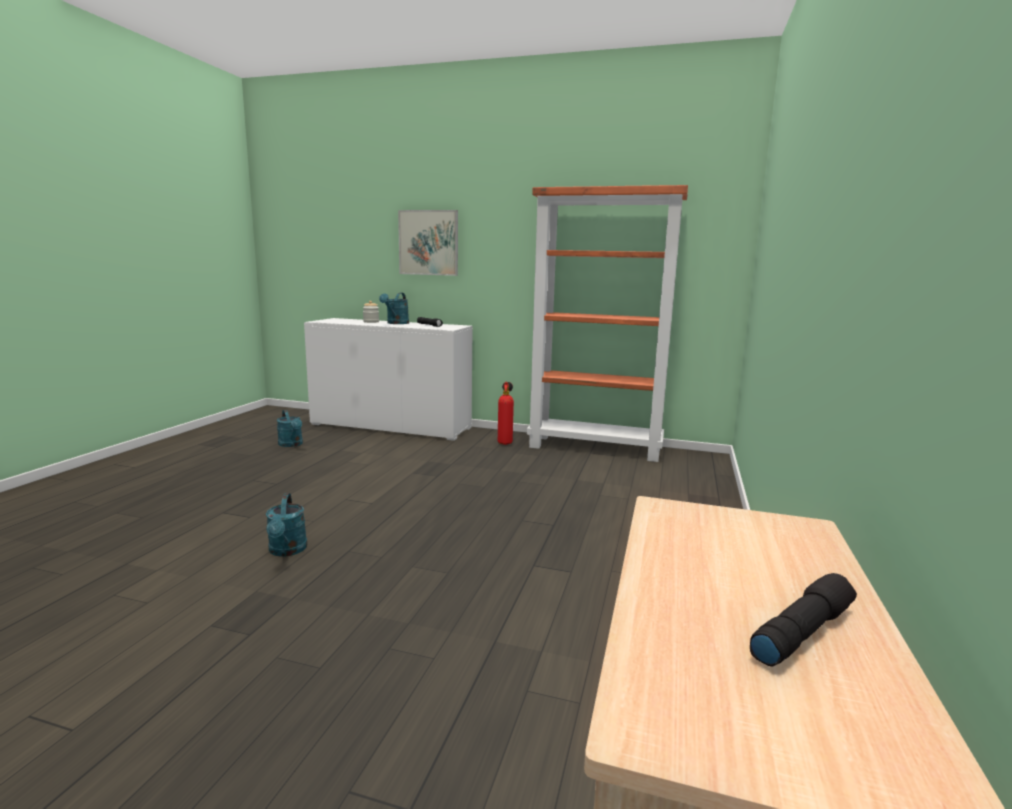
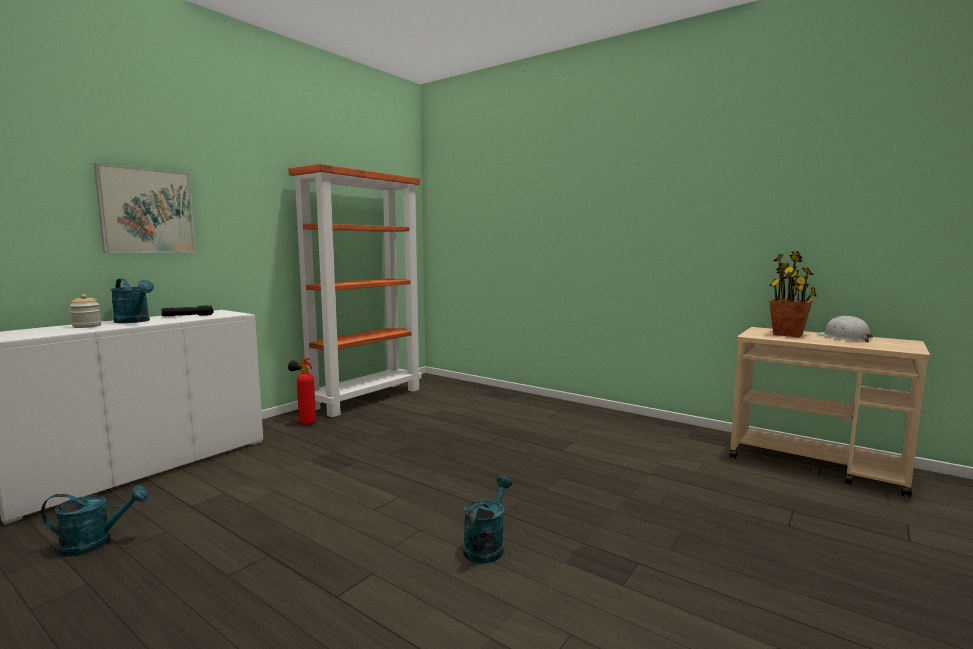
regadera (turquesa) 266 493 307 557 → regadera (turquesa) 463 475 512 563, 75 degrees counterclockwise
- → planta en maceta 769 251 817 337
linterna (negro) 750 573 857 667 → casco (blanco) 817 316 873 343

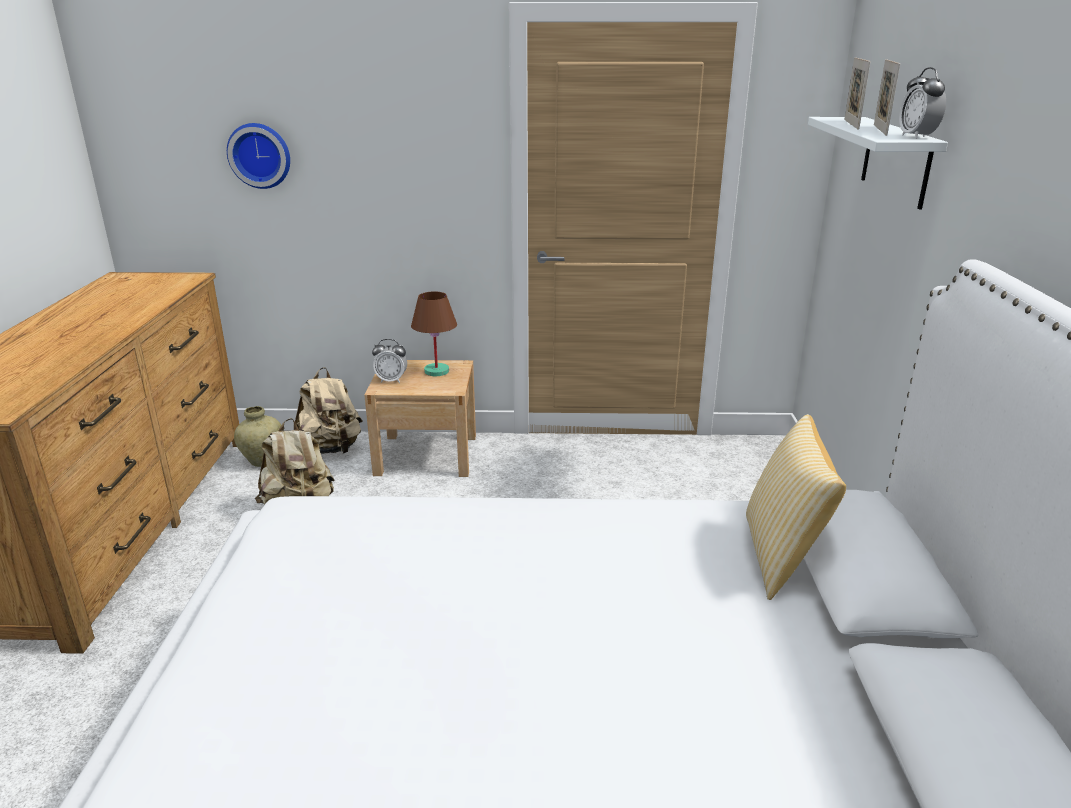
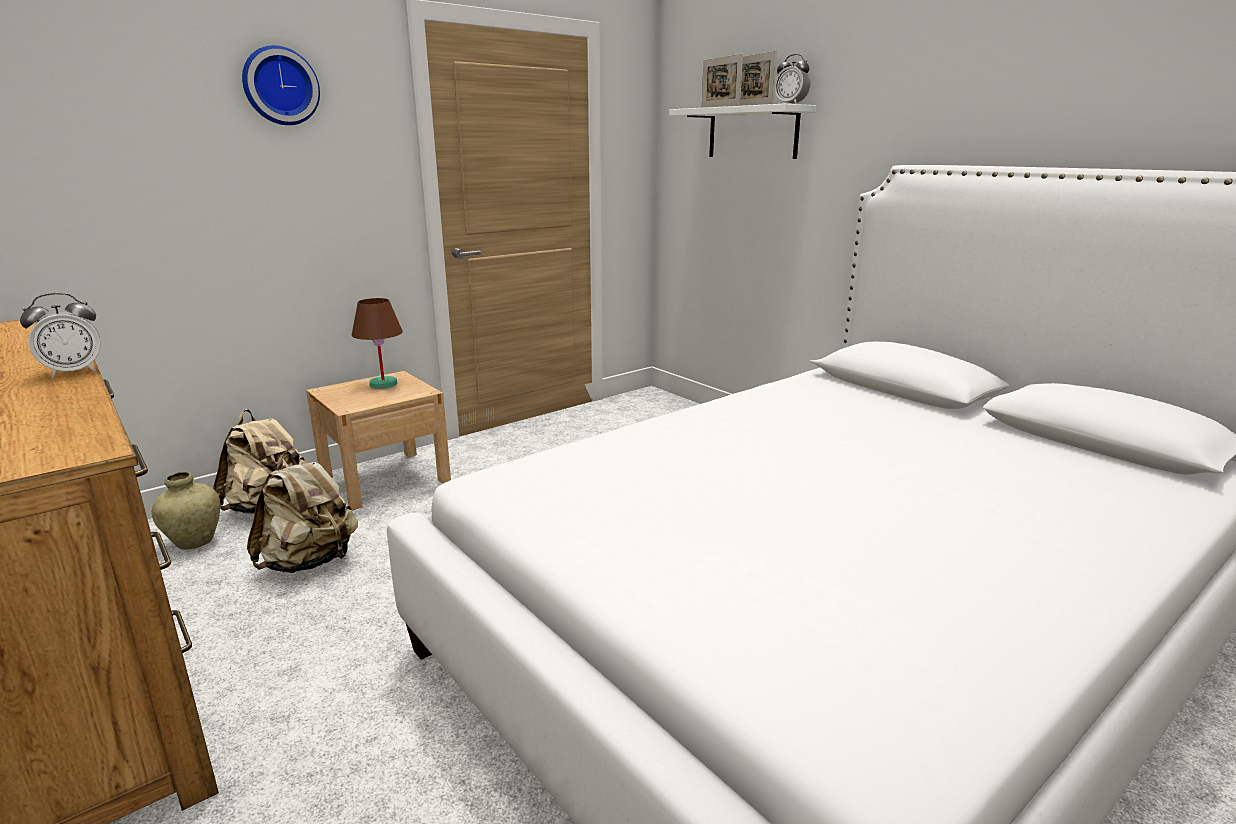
despertador 372 339 407 383 → despertador 20 293 101 377, moved
reloj de pared 227 123 290 189 → reloj de pared 242 45 320 125, moved
cojín 746 414 846 600 → -

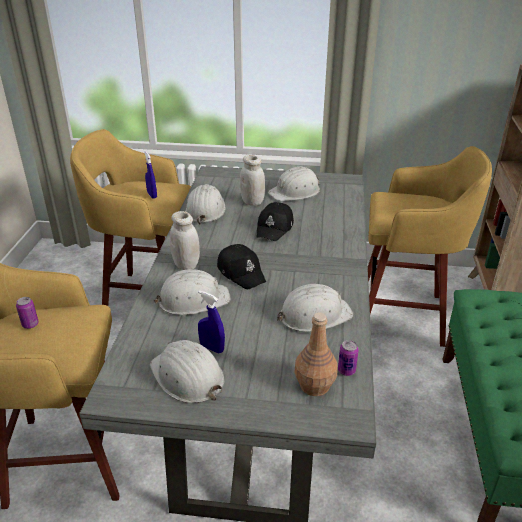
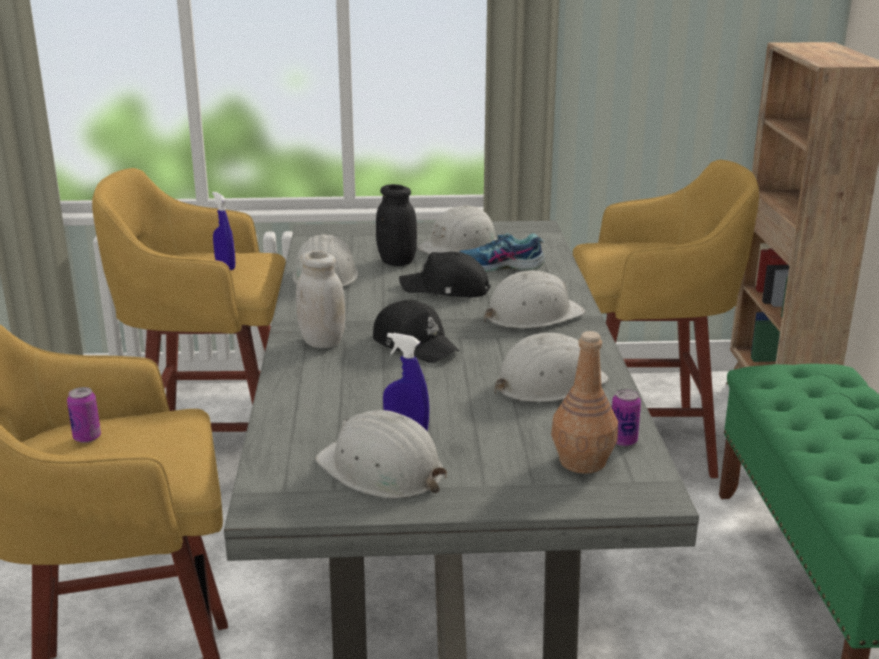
tarro (blanco) 240 155 265 206 → tarro (negro) 376 184 417 266
gorra (negro) 257 202 294 241 → gorra (negro) 399 251 490 297, 90 degrees clockwise
- → zapato 459 233 545 272
casco (blanco) 154 269 231 315 → casco (blanco) 484 271 586 329, moved

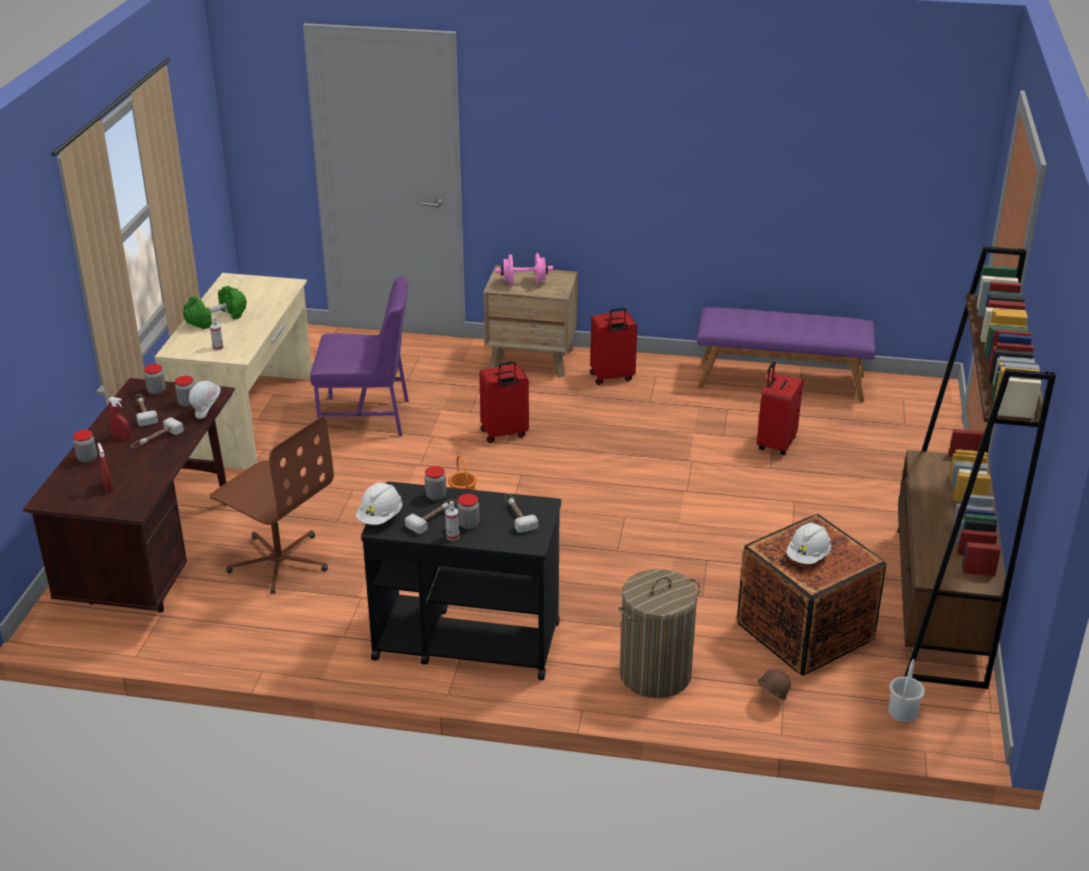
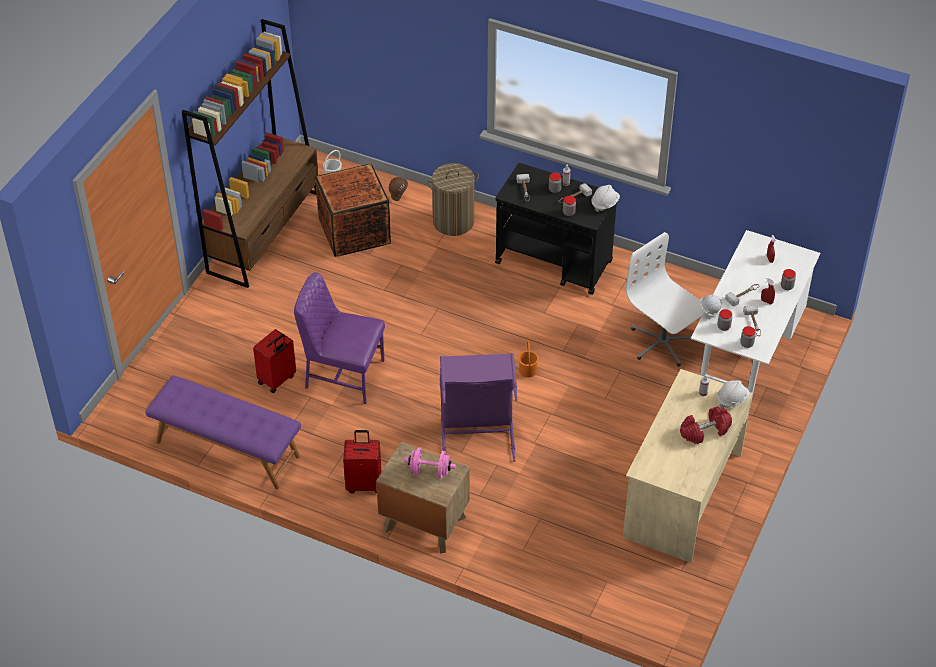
silla (morado) 310 276 409 436 → silla (morado) 294 272 385 404, moved
maleta (rojo) 479 361 529 443 → cesto de la ropa (morado) 440 353 518 462
silla de oficina (marrón) 210 416 334 594 → silla de oficina (blanco) 626 232 704 367
mancuerna (verde) 183 286 247 329 → mancuerna (rojo) 680 407 732 444
escritorio (marrón) 23 378 235 613 → escritorio (blanco) 691 230 820 401
casco (blanco) 786 522 831 564 → casco (blanco) 717 380 750 408, moved

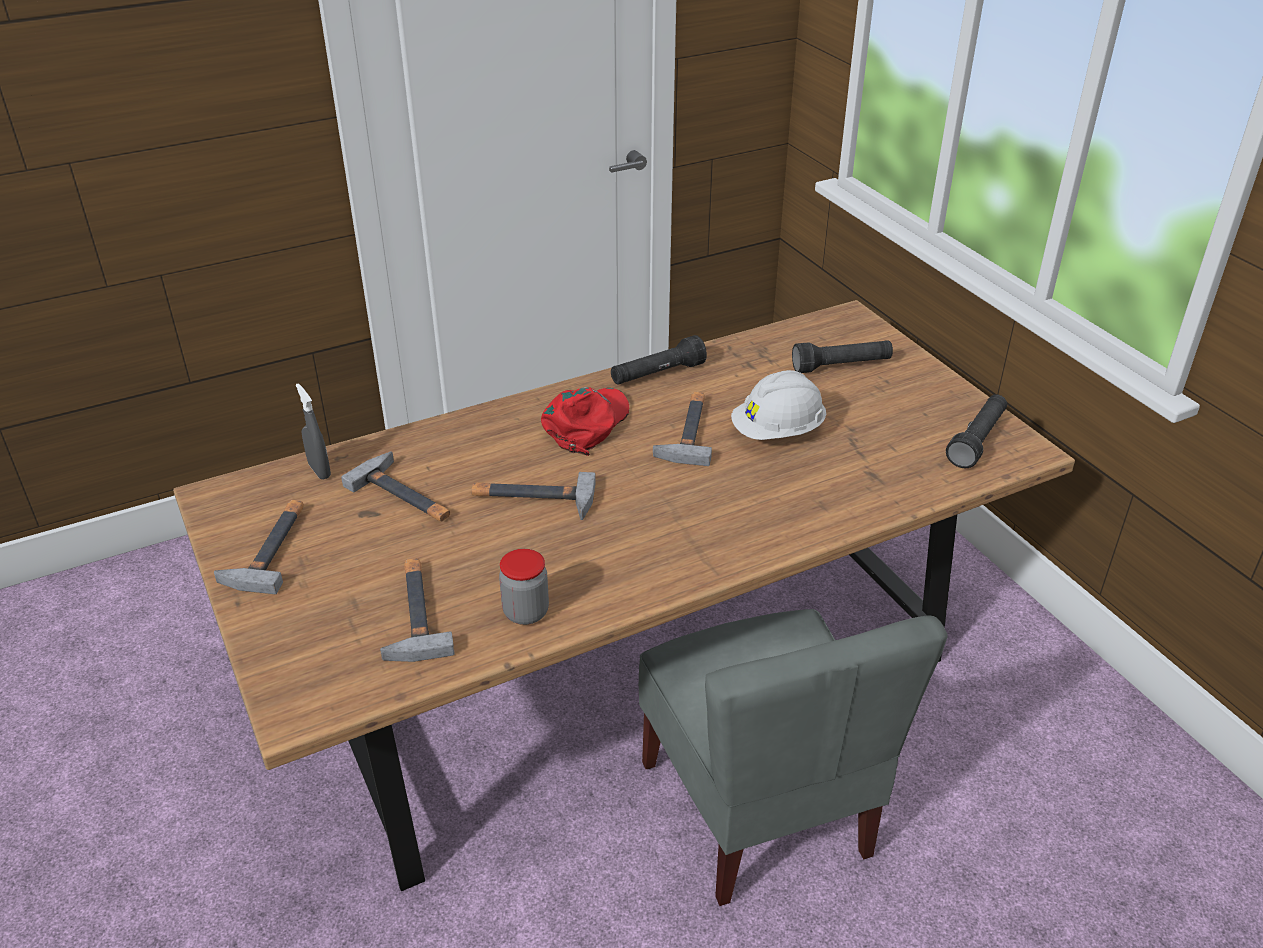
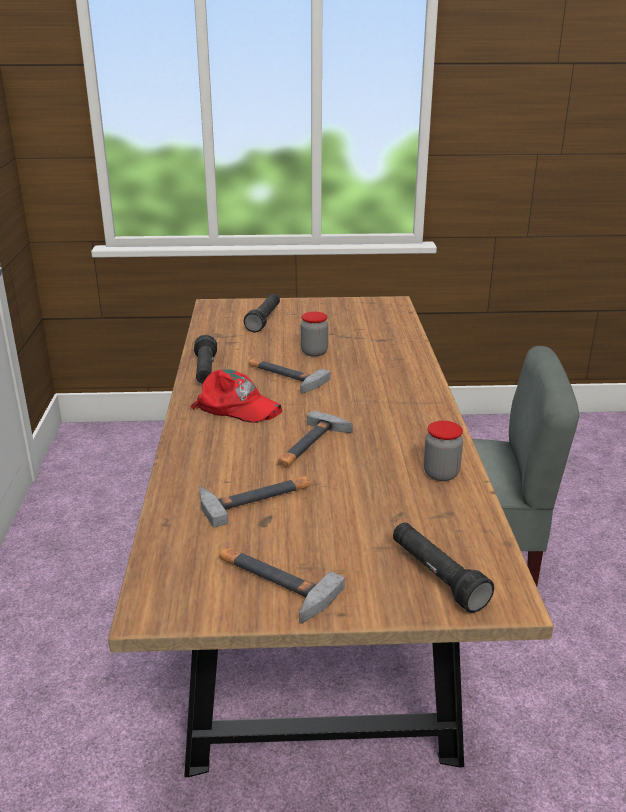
gorra (rojo) 541 387 629 456 → gorra (rojo) 191 369 282 423, 150 degrees clockwise
casco (blanco) 731 370 827 440 → tarro 301 312 328 357
linterna (negro) 946 394 1007 468 → linterna (negro) 393 523 494 613, moved
pulverizador (gris) 296 384 331 480 → -
martillo 380 558 455 662 → -

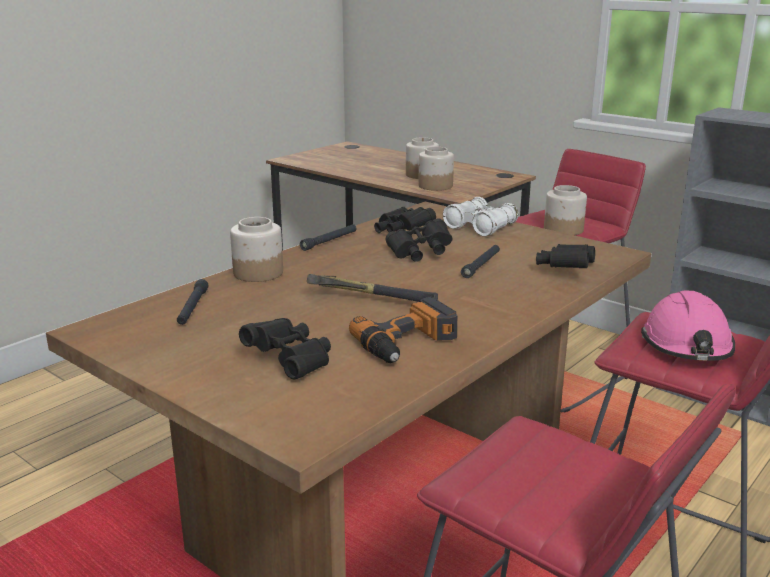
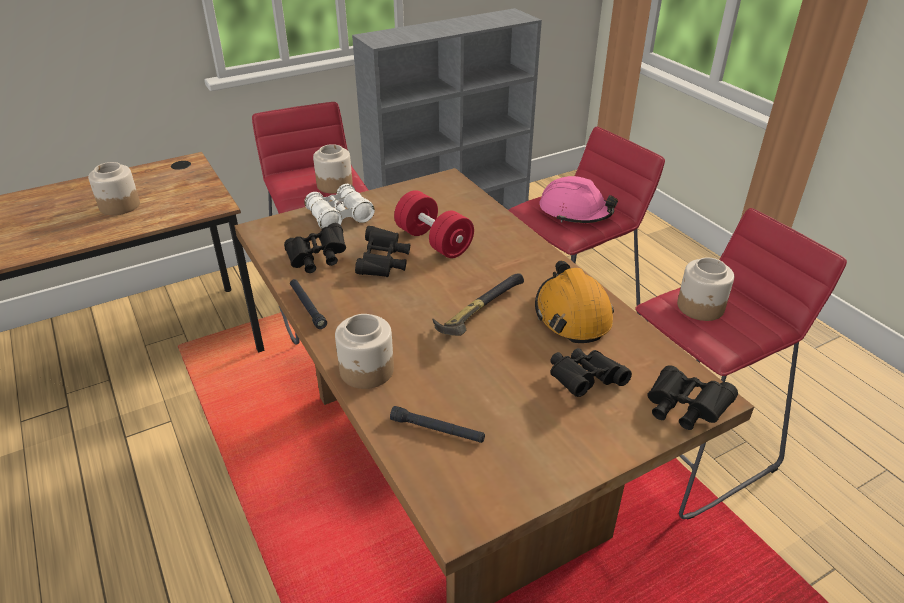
linterna (negro) 461 245 500 278 → mancuerna (rojo) 394 190 474 258
taladro 349 297 457 363 → casco (naranja) 535 260 614 343
prismáticos (negro) 536 244 595 268 → prismáticos (negro) 647 365 738 430, moved
tarro 418 147 454 191 → tarro 677 258 734 321, moved

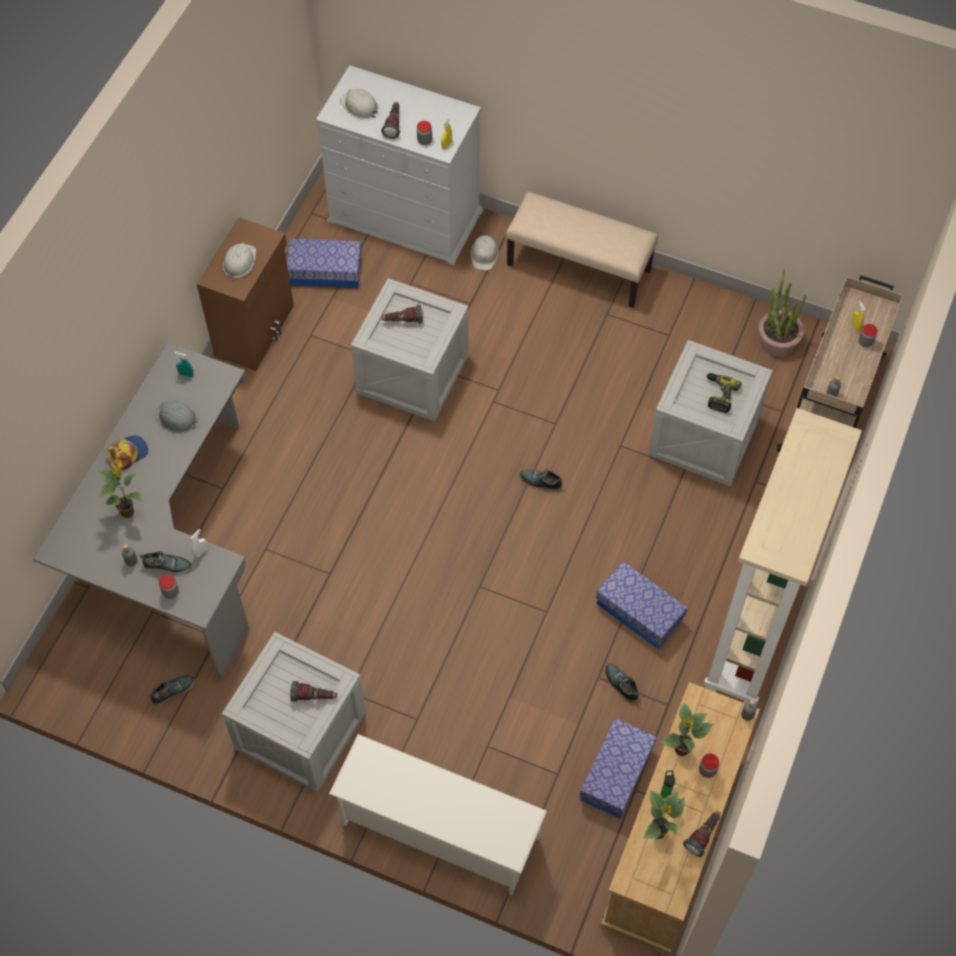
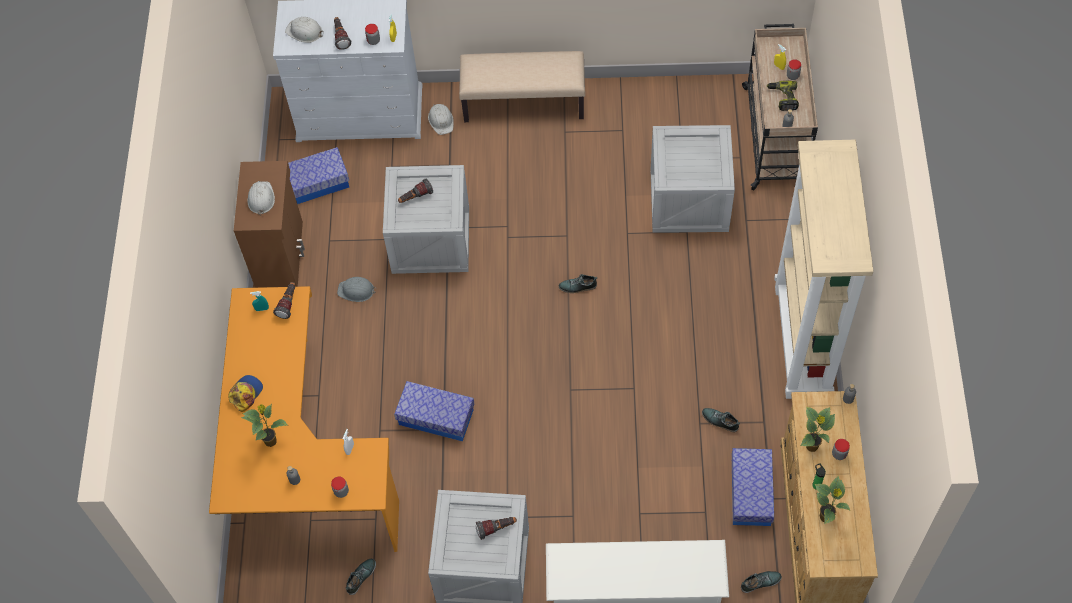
escritorio (gris) 33 342 249 680 → escritorio (naranja) 209 286 399 552
linterna 683 811 721 857 → linterna 273 282 295 319, moved
casco (gris) 153 401 198 433 → casco (gris) 337 277 376 302, moved
caja de almacenaje 596 561 688 649 → caja de almacenaje 394 381 474 442, moved
zapato 140 551 192 574 → zapato 741 571 782 593, moved
taladro 706 373 742 413 → taladro 767 81 799 111, moved
planta en maceta 759 270 806 356 → -

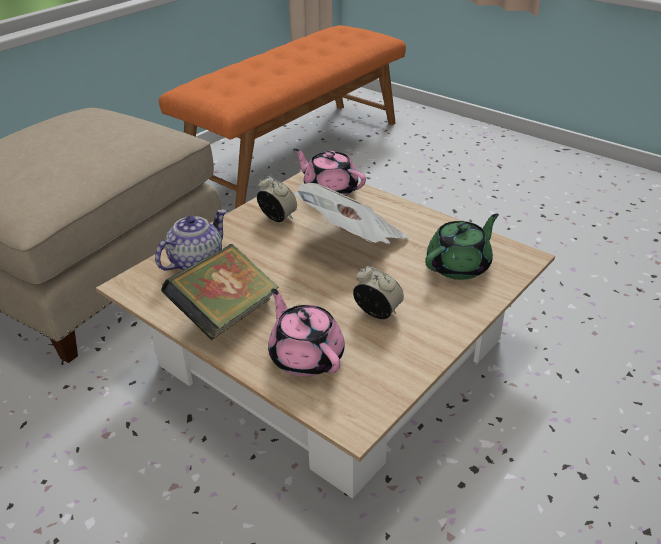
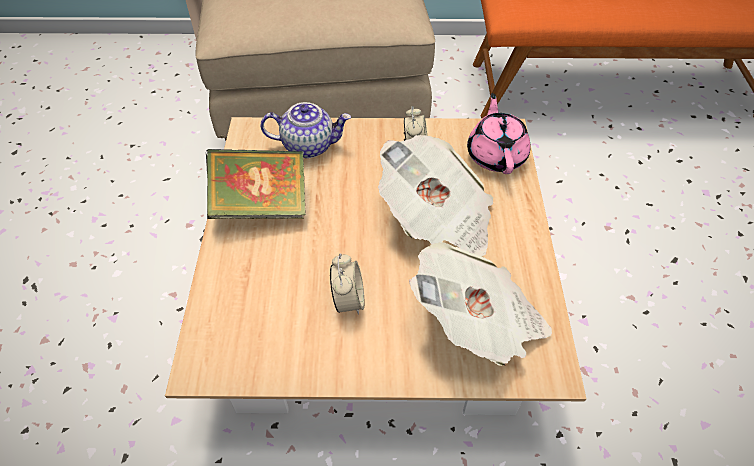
tetera (verde) 425 214 499 280 → periódico 409 242 552 366
tetera (rosa) 268 289 345 376 → -

